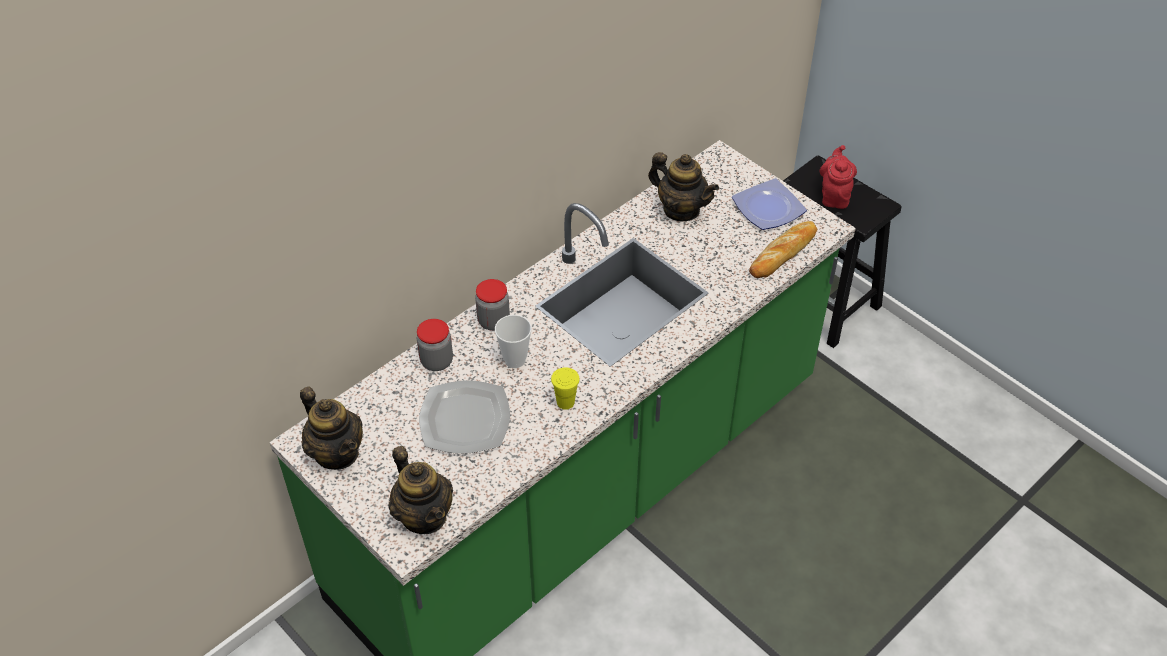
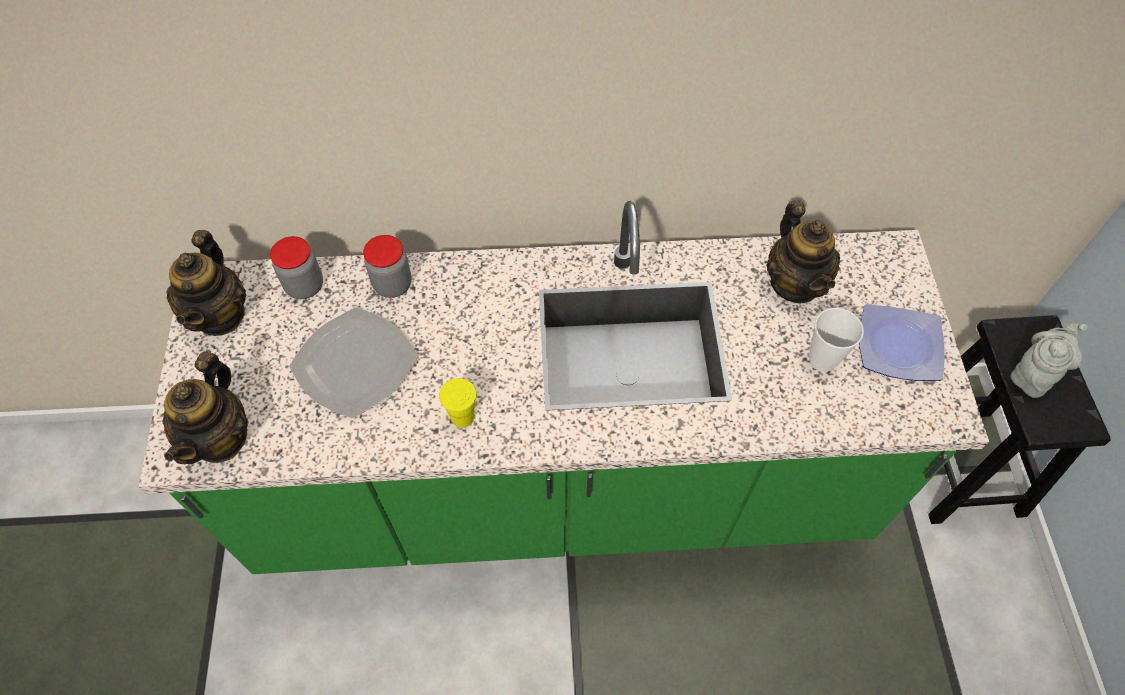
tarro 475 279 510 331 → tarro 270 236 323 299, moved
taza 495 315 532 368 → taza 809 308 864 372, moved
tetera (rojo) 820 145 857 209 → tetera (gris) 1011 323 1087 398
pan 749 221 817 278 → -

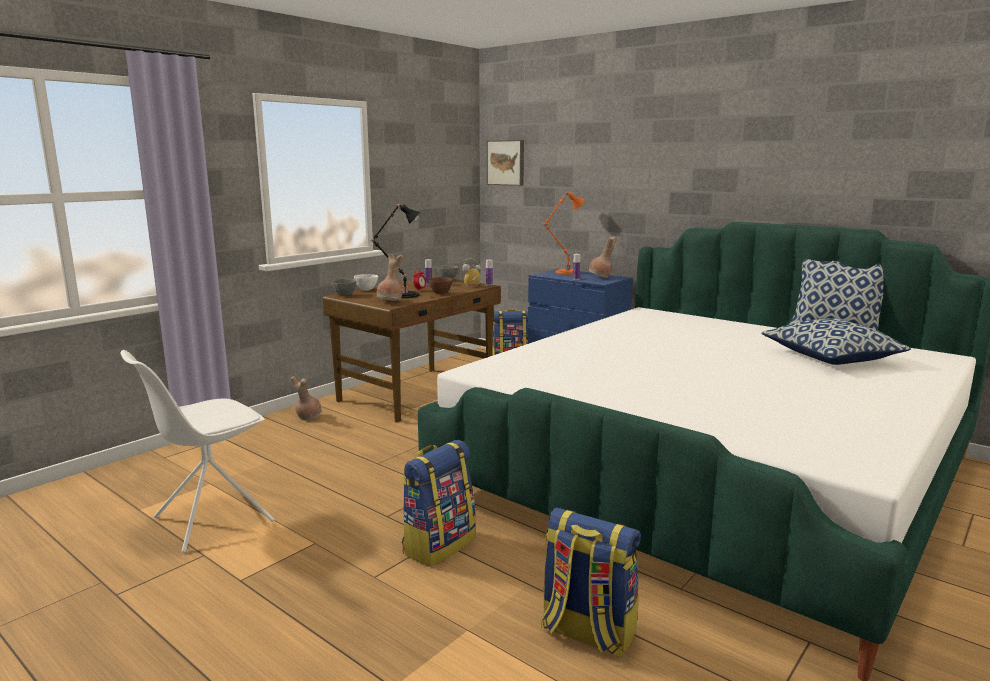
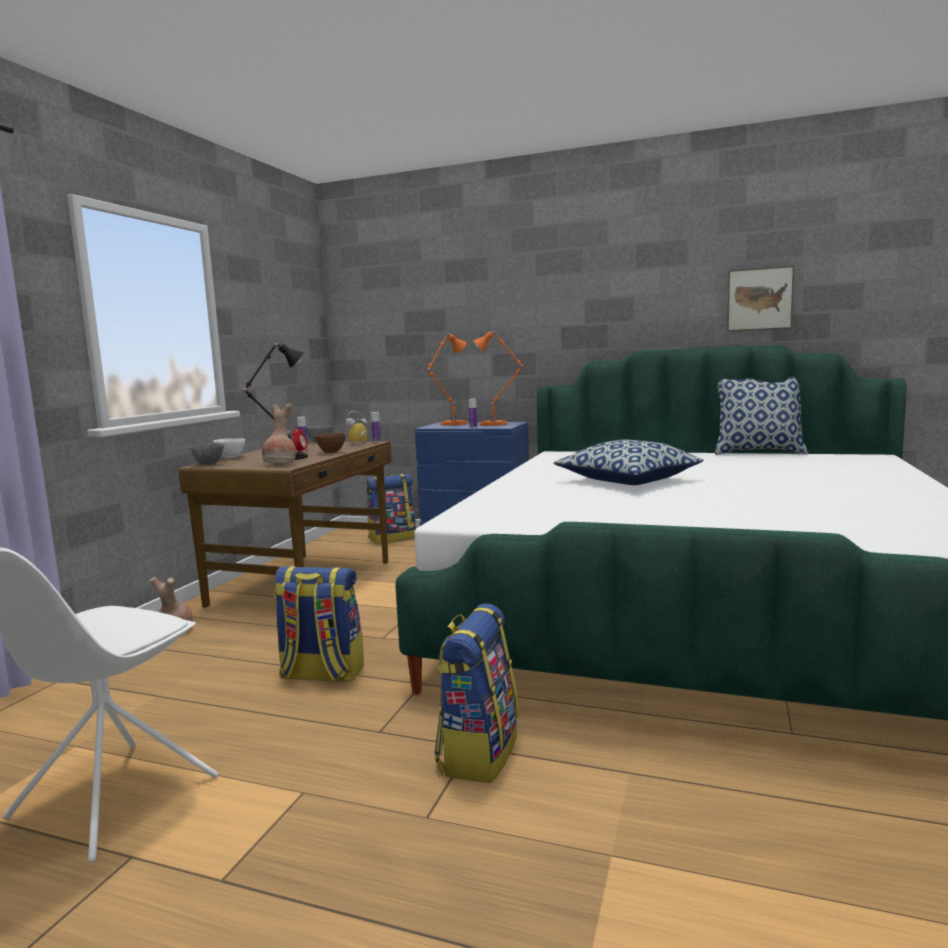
mochila 541 508 641 658 → mochila 274 567 364 682, moved
florero (marrón) 589 236 617 278 → lámpara de mesa (naranja) 473 331 524 426
cojín 761 318 911 365 → cojín 554 440 704 485, moved
cuadro 487 140 524 186 → cuadro 727 266 794 331, moved

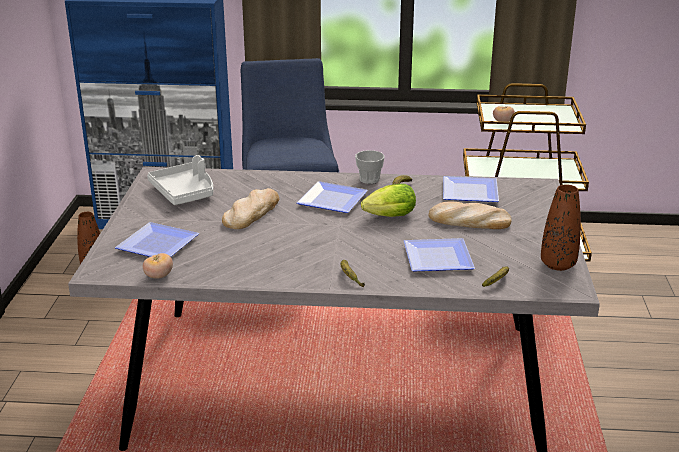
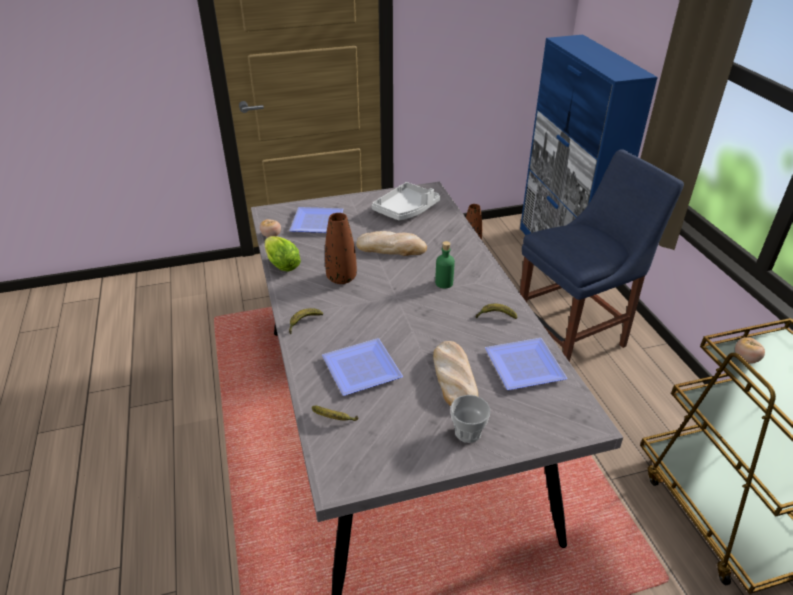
lechuga 361 184 416 217 → lechuga 265 236 301 272, moved
florero (marrón) 541 184 581 271 → florero (marrón) 325 213 357 284, moved
plato 297 181 368 213 → botella (verde) 435 241 455 288
taza 355 150 385 184 → taza 451 395 490 443, moved

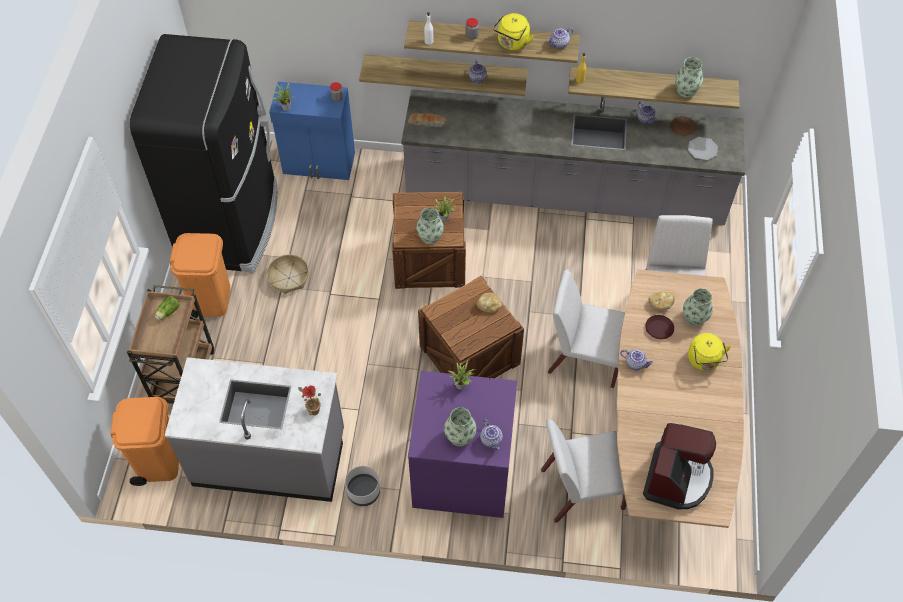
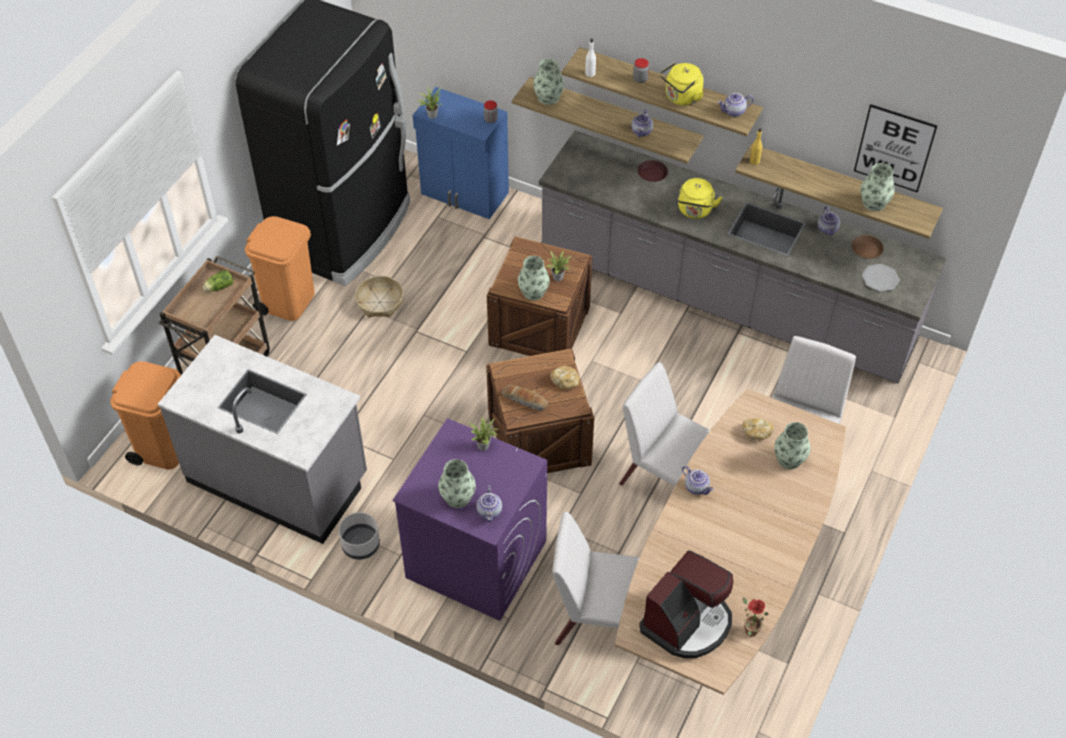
pan 408 113 447 127 → pan 502 385 549 411, moved
- → florero 533 59 564 105
plato (marrón) 645 315 674 339 → plato (marrón) 638 160 668 182, moved
hervidor (amarillo) 688 333 731 371 → hervidor (amarillo) 678 178 723 219, moved
planta en maceta 298 385 321 416 → planta en maceta 743 597 769 637, moved
- → cuadro 854 104 937 193

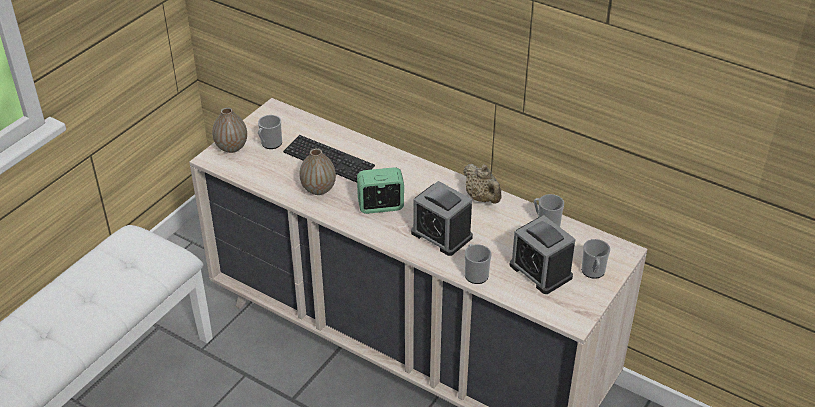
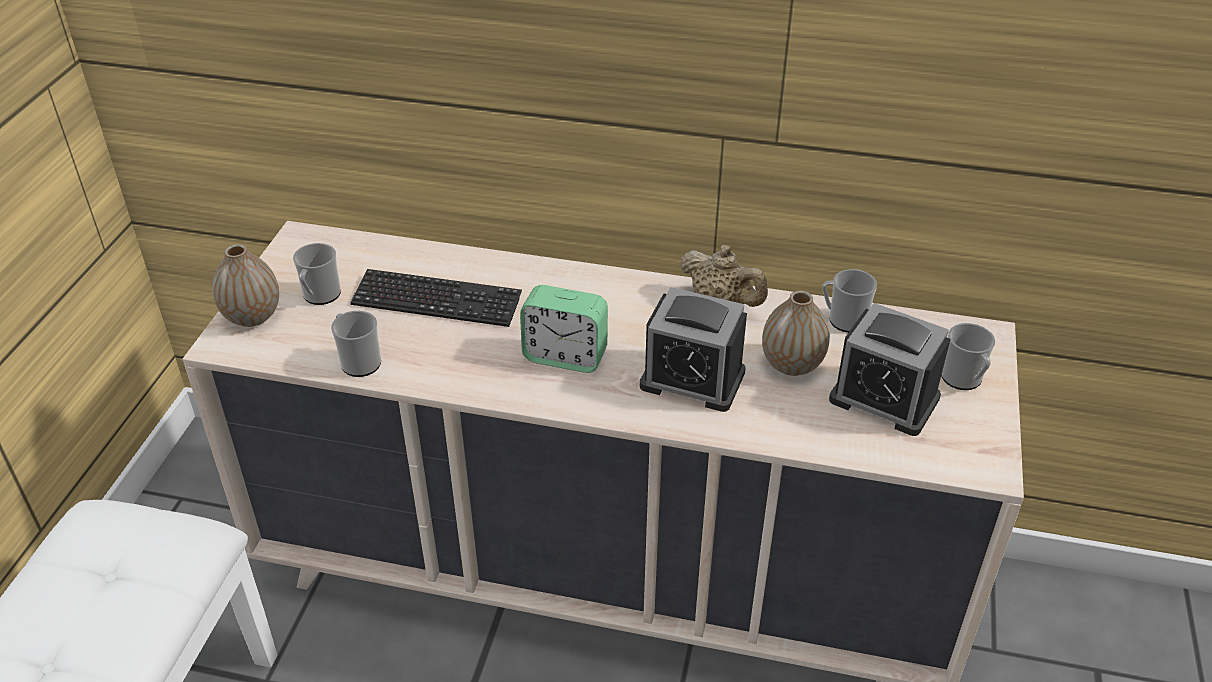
taza grande 465 244 492 284 → taza grande 331 311 381 377, moved
despertador 357 167 404 214 → despertador 520 285 608 373, 135 degrees counterclockwise
florero 300 148 336 195 → florero 762 291 830 376, moved

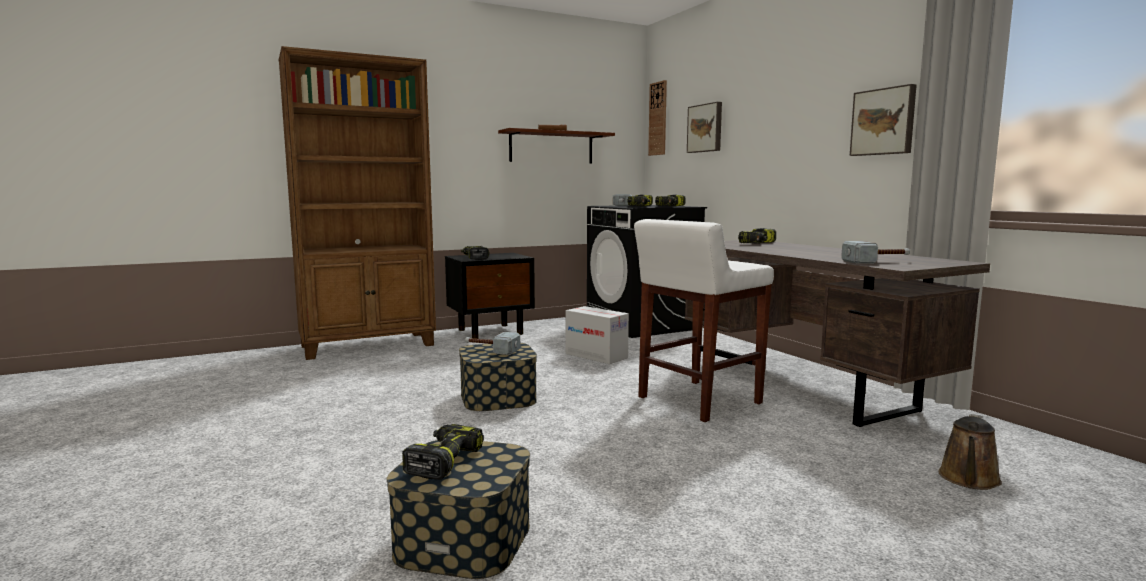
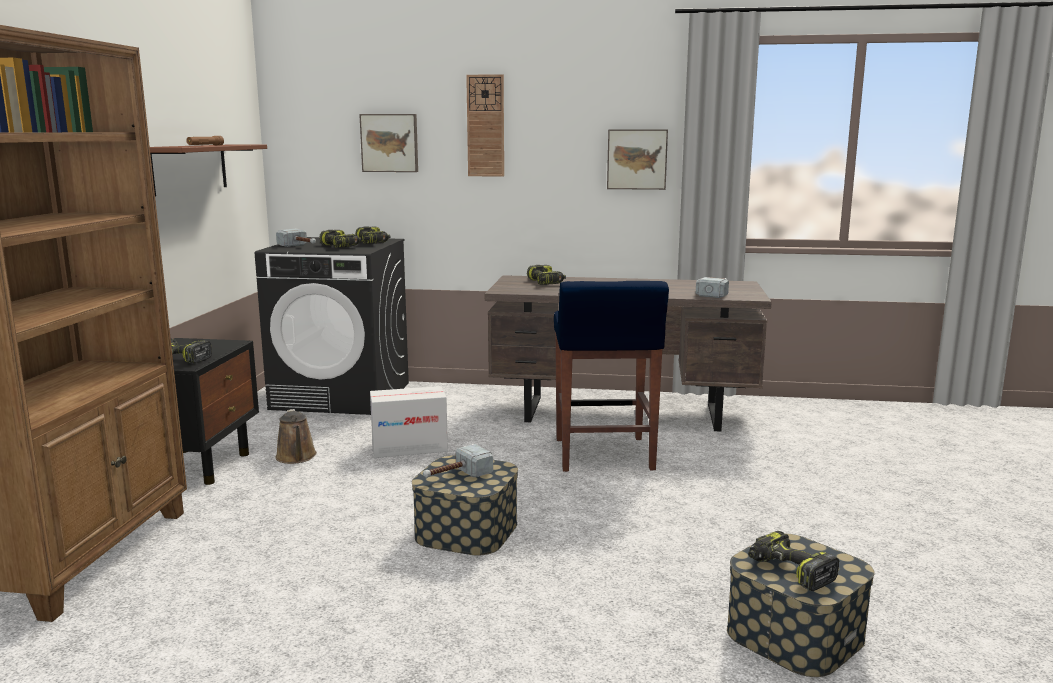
regadera (marrón) 938 414 1002 490 → regadera (marrón) 276 409 317 464, moved
reloj de pared 648 80 667 156 → reloj de pared 466 74 504 177, moved
taburete (blanco) 634 219 774 422 → taburete (azul) 554 281 669 472

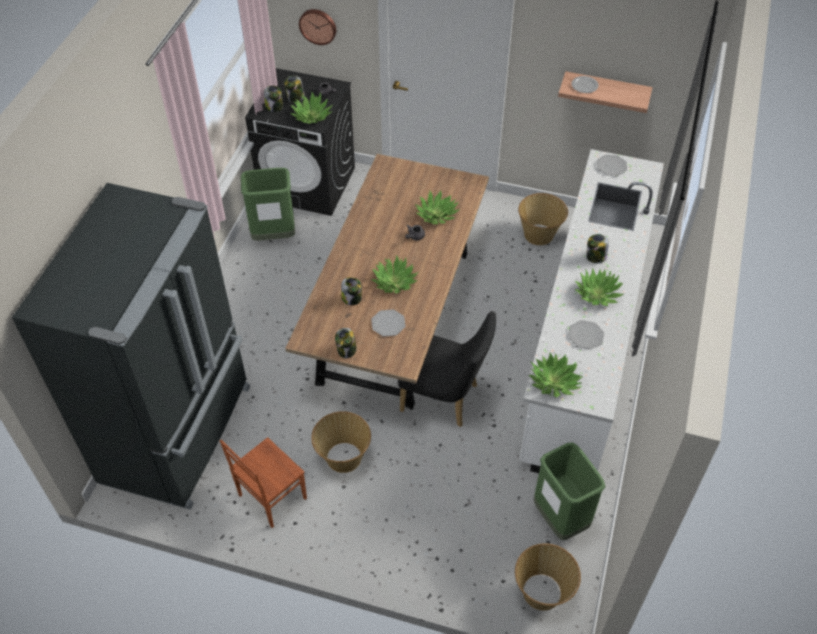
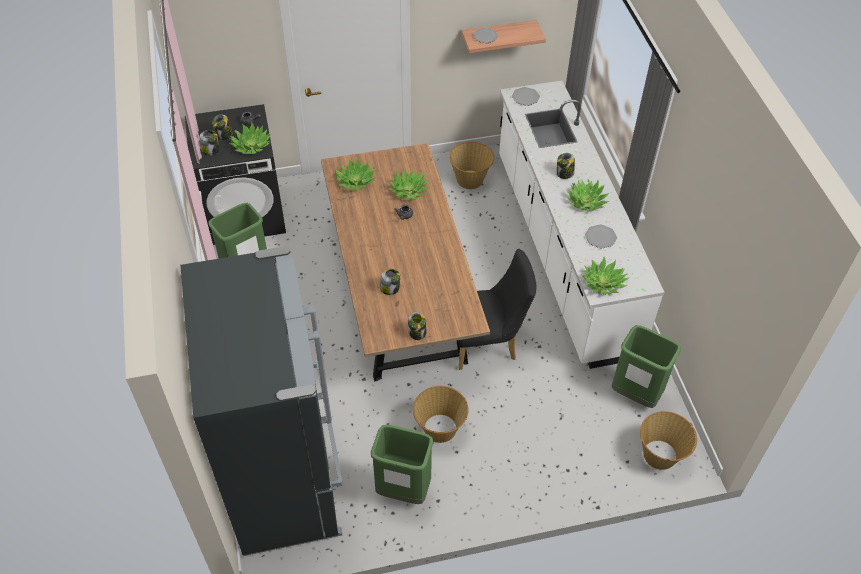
planta en maceta 371 255 418 294 → planta en maceta 334 158 376 190, moved
silla (marrón) 220 437 307 528 → papelera (verde) 371 425 433 504
reloj de pared 299 9 336 45 → -
plato 371 309 406 337 → -

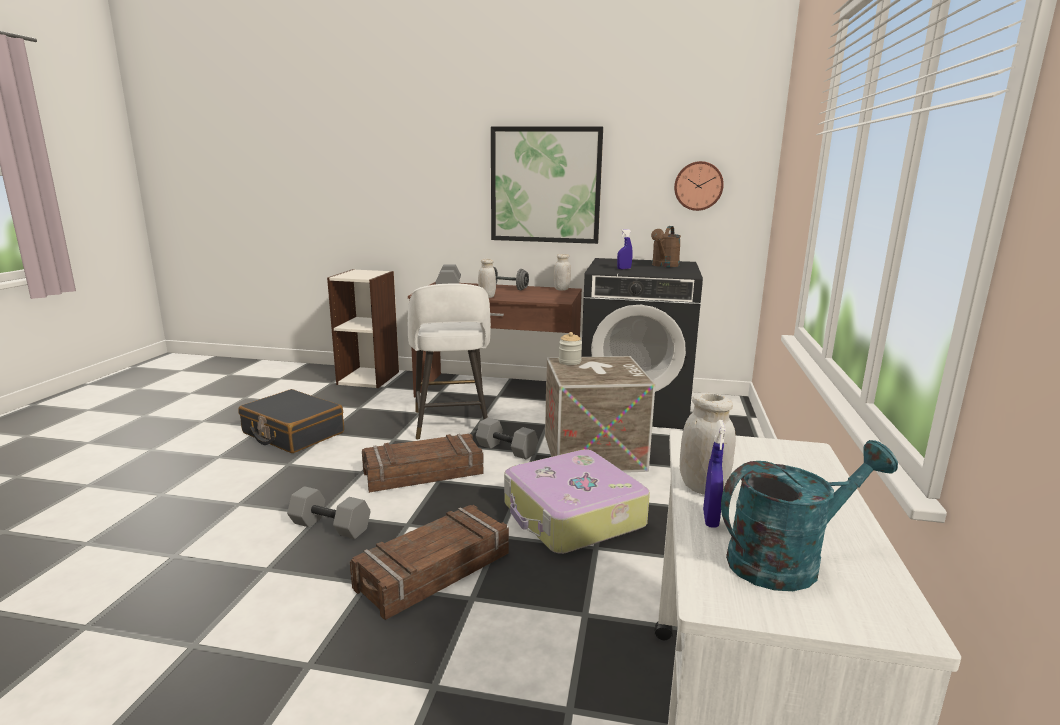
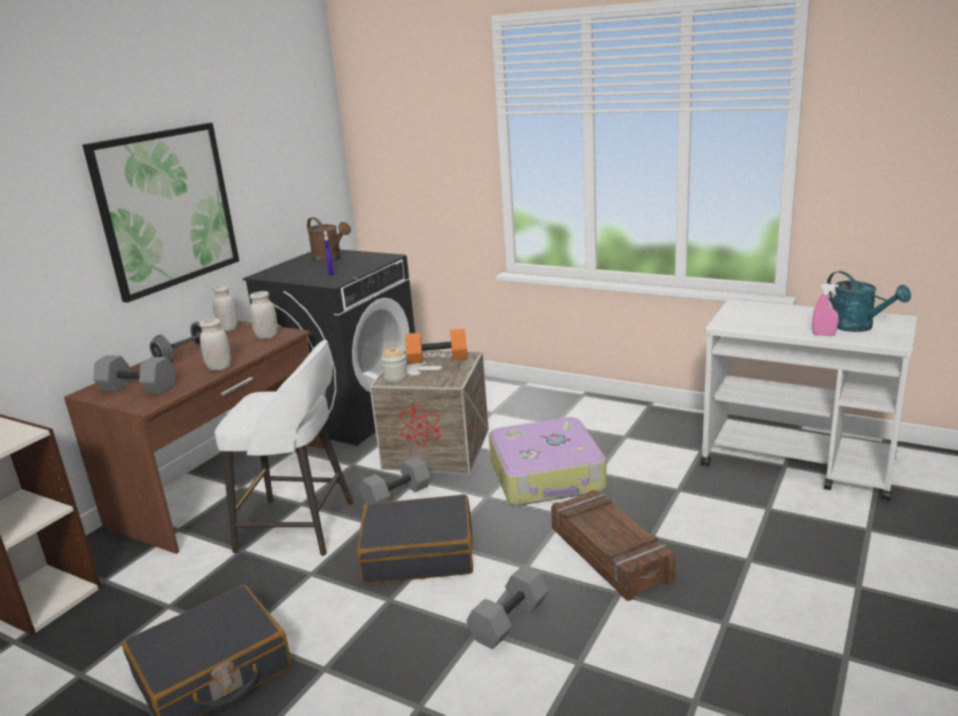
tarro (blanco) 680 393 736 495 → tarro (blanco) 250 291 278 339, moved
caja de embalaje 362 434 483 493 → maleta (negro) 357 494 473 584
- → mancuerna (naranja) 405 329 467 364
pulverizador (azul) 703 420 726 528 → pulverizador (rosa) 812 283 839 336
regadera (turquesa) 721 440 898 591 → regadera (turquesa) 827 271 911 332, 150 degrees clockwise
reloj de pared 674 161 724 211 → -

